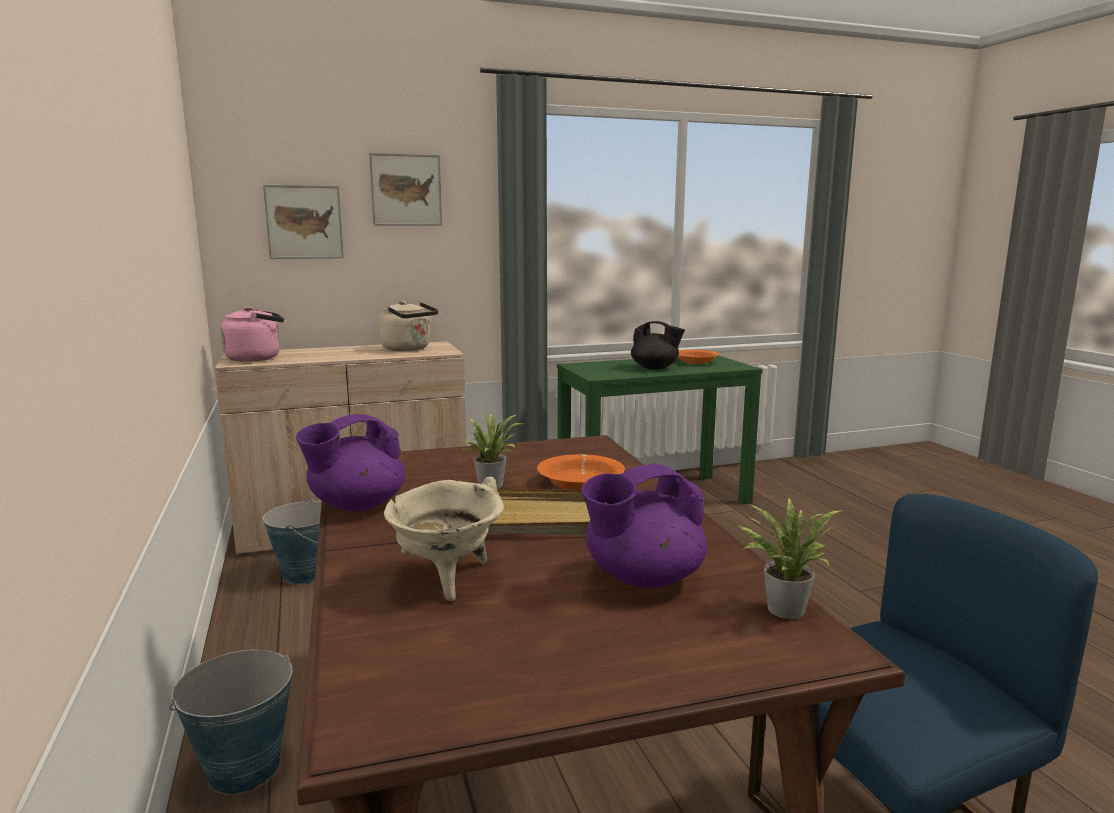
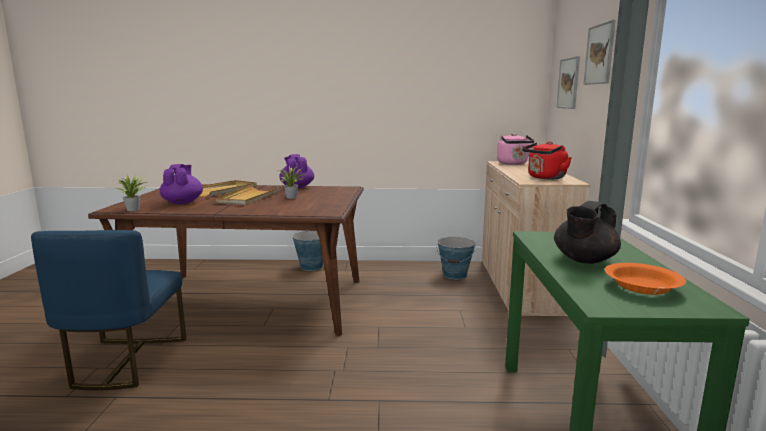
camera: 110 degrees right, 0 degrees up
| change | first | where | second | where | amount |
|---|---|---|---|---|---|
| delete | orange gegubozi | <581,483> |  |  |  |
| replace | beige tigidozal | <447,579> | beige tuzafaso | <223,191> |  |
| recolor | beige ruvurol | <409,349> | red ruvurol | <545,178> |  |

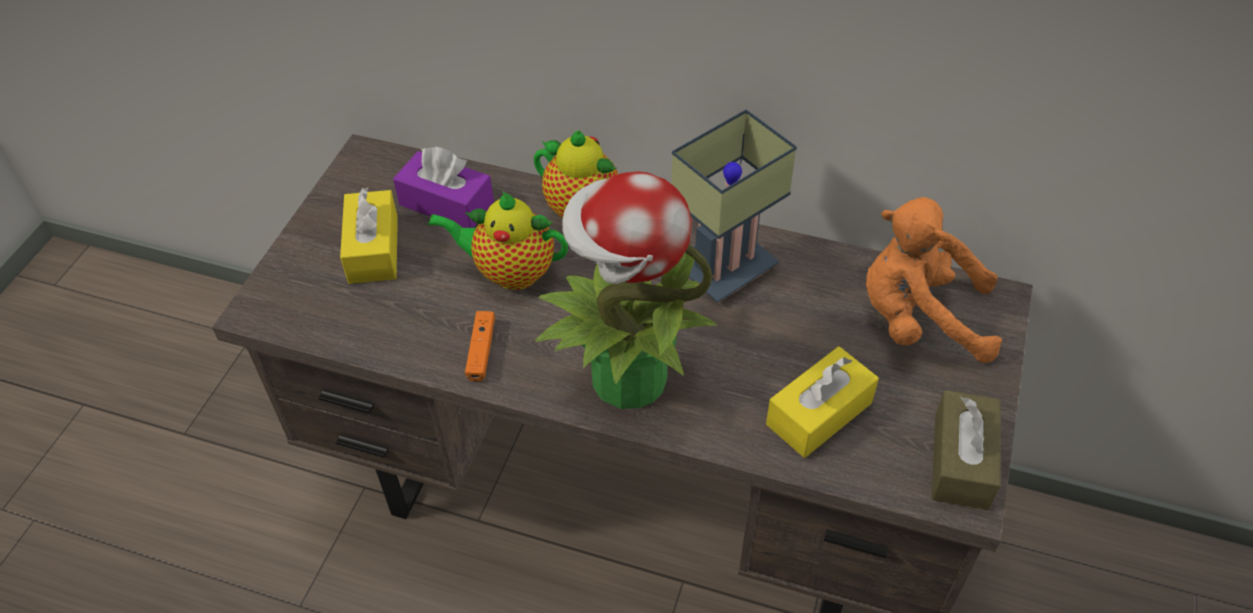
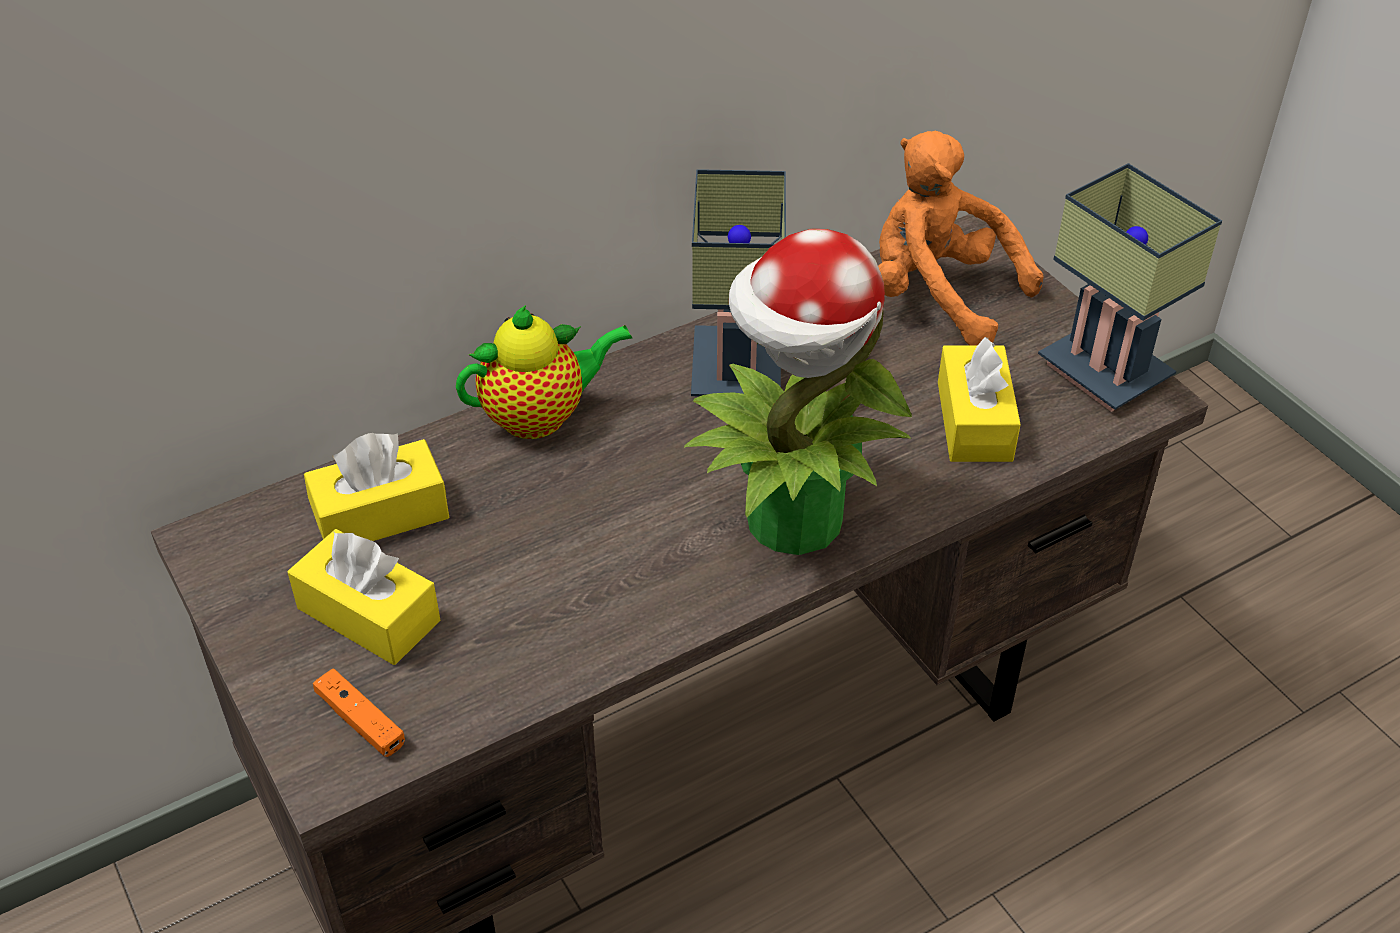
camera: 50 degrees left, 5 degrees down
| change | first | where | second | where | amount |
|---|---|---|---|---|---|
| delete | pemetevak | <509,272> |  |  |  |
| move | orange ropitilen | <481,351> |  | <360,721> |  |
| replace | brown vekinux | <961,461> | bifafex | <1111,373> |  |
| recolor | purple vekinux | <446,204> | yellow vekinux | <381,514> |  |
| rotate | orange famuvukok | <918,319> |  | <938,296> | 75 degrees clockwise |

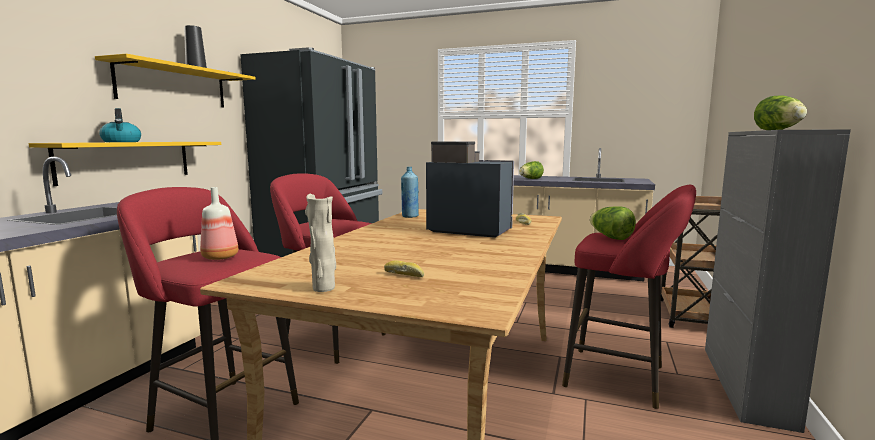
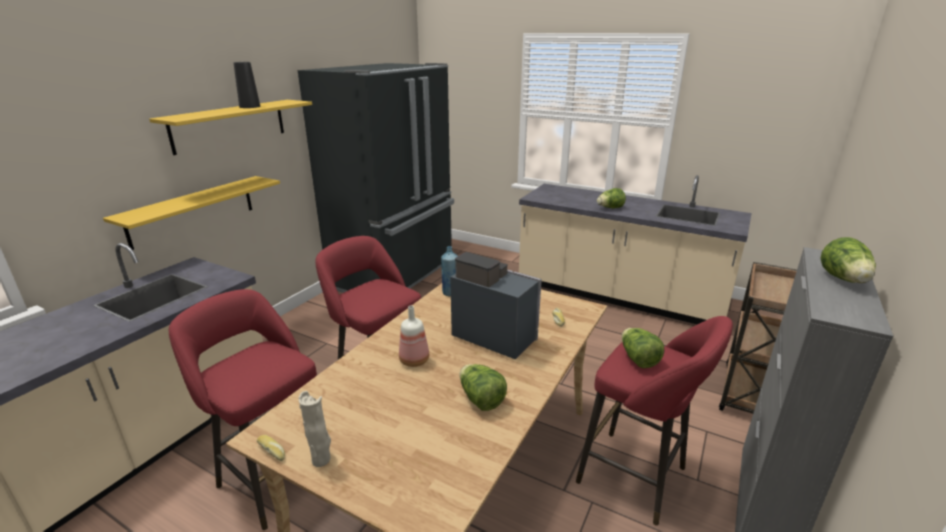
camera: 10 degrees right, 15 degrees up
| change | first | where | second | where | amount |
|---|---|---|---|---|---|
| delete | ruvurol | <121,142> |  |  |  |
| insert |  |  | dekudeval | <480,399> |  |
| move | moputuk | <221,257> |  | <415,360> |  |
| move | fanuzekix | <404,274> |  | <272,450> |  |

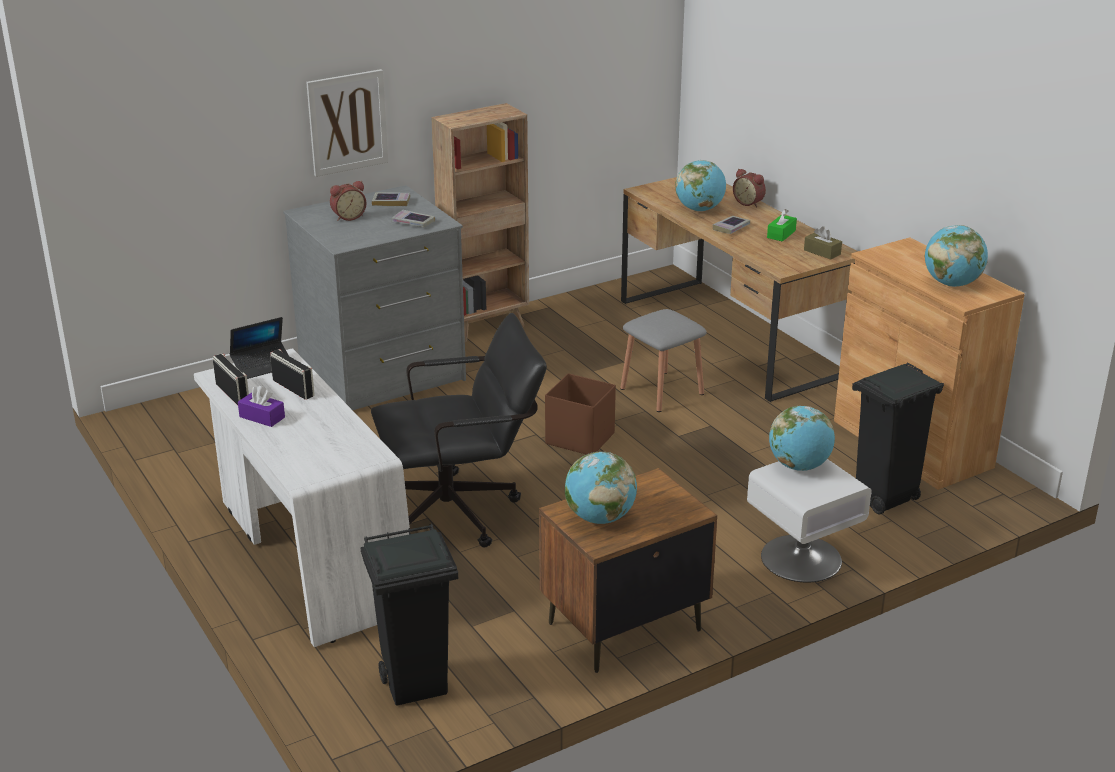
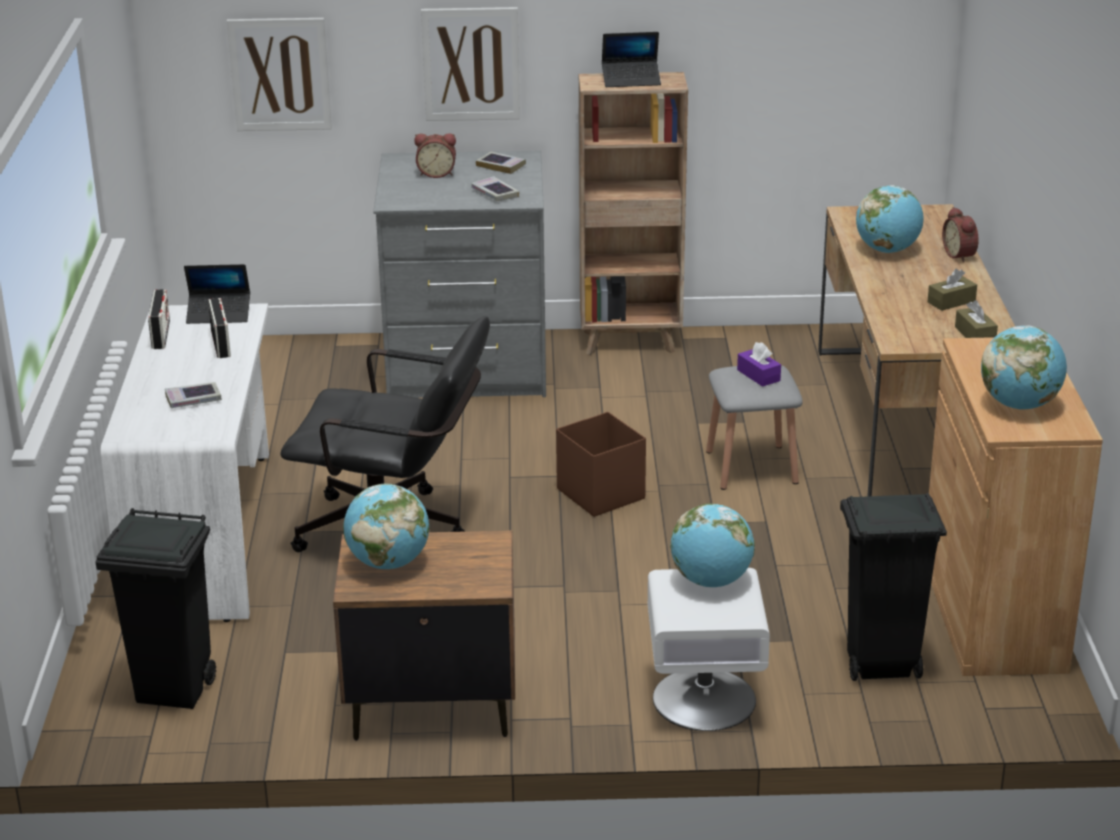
camera: 30 degrees right, 0 degrees up
| change | first | where | second | where | amount |
|---|---|---|---|---|---|
| insert |  |  | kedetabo | <280,74> |  |
| insert |  |  | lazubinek | <631,80> |  |
| move | purple vekinux | <262,417> |  | <758,375> |  |
| move | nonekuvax | <731,228> |  | <193,399> |  |
| recolor | green vekinux | <781,234> | brown vekinux | <951,302> |  |

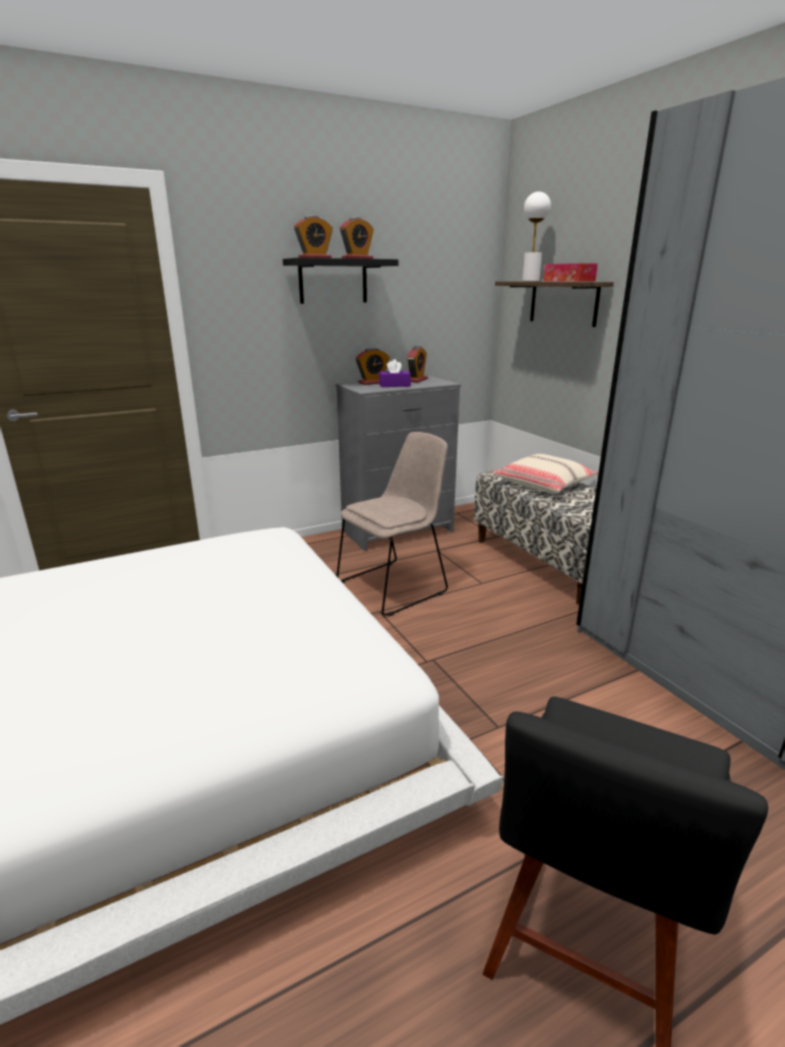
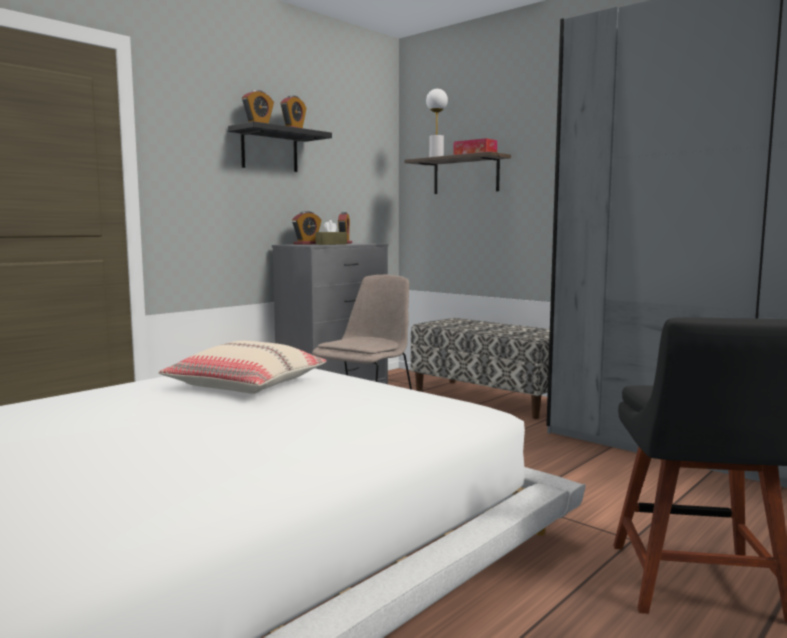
camera: 20 degrees left, 15 degrees down
| change | first | where | second | where | amount |
|---|---|---|---|---|---|
| move | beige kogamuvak | <543,484> |  | <246,384> |  |
| recolor | purple vekinux | <394,385> | brown vekinux | <331,244> |  |

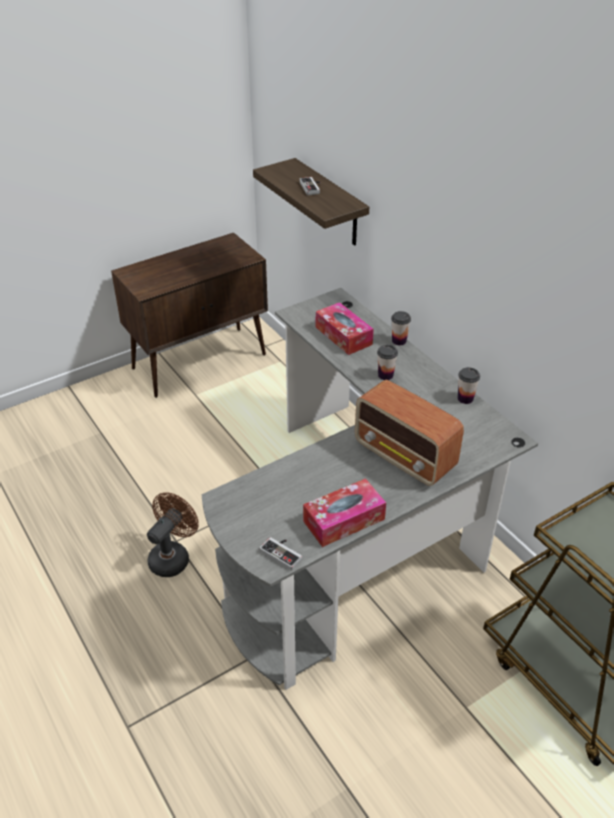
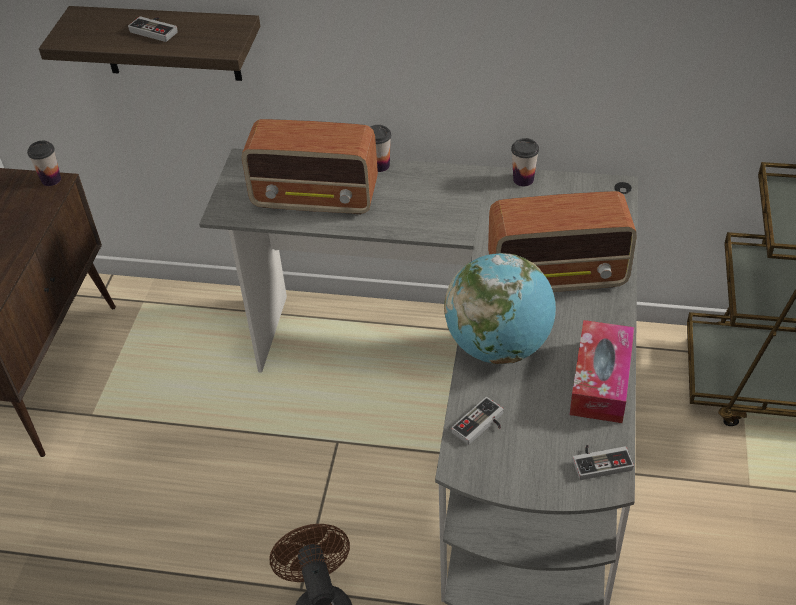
camera: 45 degrees left, 5 degrees up
| change | first | where | second | where | amount |
|---|---|---|---|---|---|
| insert |  |  | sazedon | <499,346> |  |
| insert |  |  | ropitilen | <481,426> |  |
| move | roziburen | <385,375> |  | <51,179> |  |
| replace | vekinux | <343,336> | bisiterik | <316,198> |  |

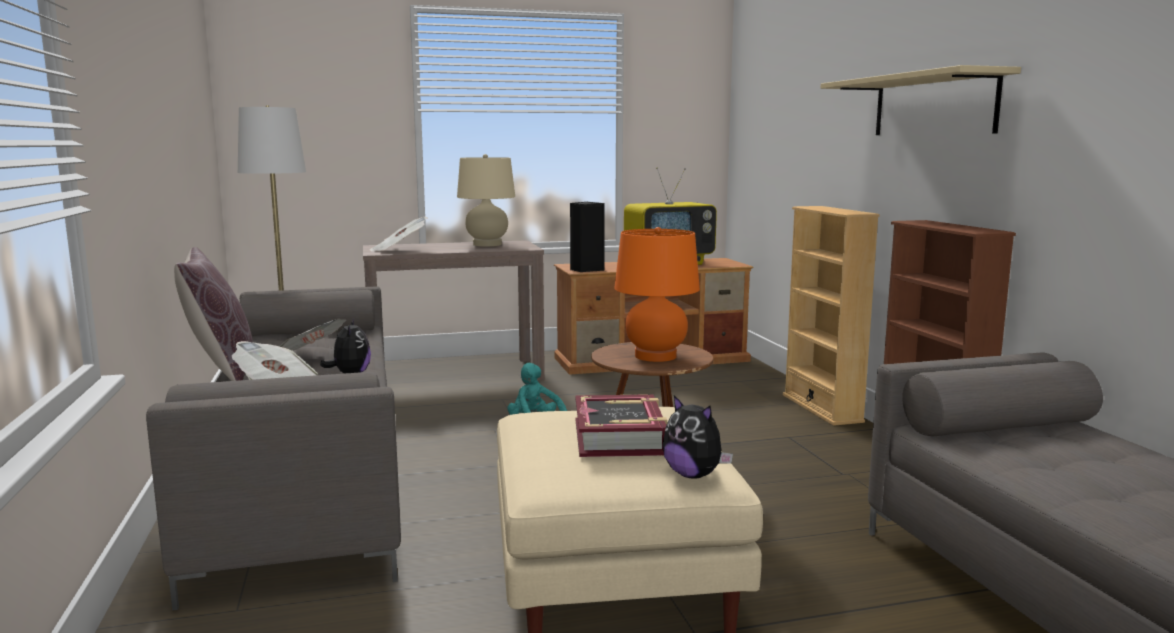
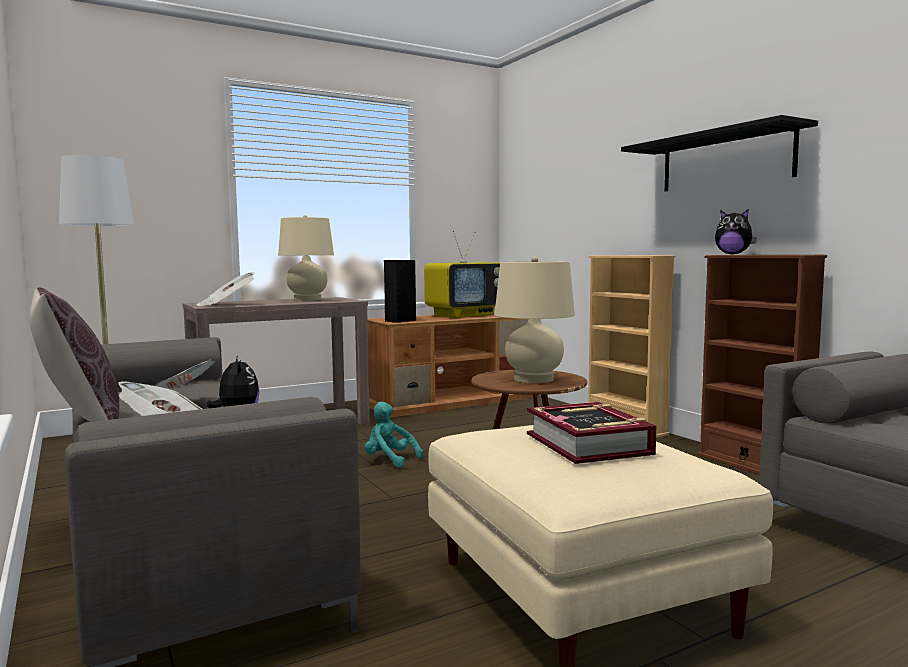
camera: 15 degrees left, 5 degrees down
| change | first | where | second | where | amount |
|---|---|---|---|---|---|
| move | famuvukok | <694,475> |  | <733,254> |  |
| recolor | orange bifafex | <655,356> | beige bifafex | <533,379> |  |
| recolor | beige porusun | <933,105> | black porusun | <725,161> |  |

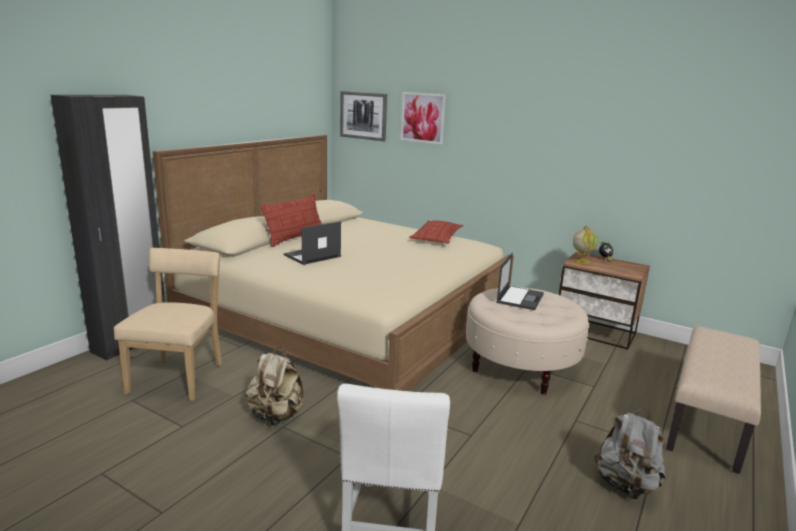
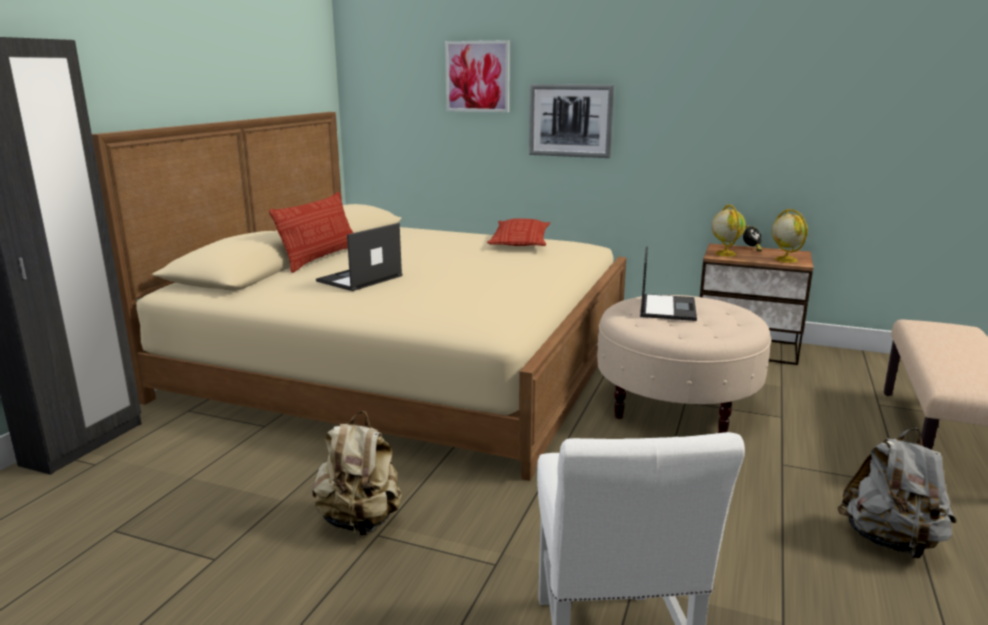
camera: 10 degrees left, 0 degrees up
| change | first | where | second | where | amount |
|---|---|---|---|---|---|
| delete | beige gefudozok | <179,376> |  |  |  |
| insert |  |  | sazedon | <785,260> |  |
| move | kedetabo | <363,115> |  | <570,120> |  |

